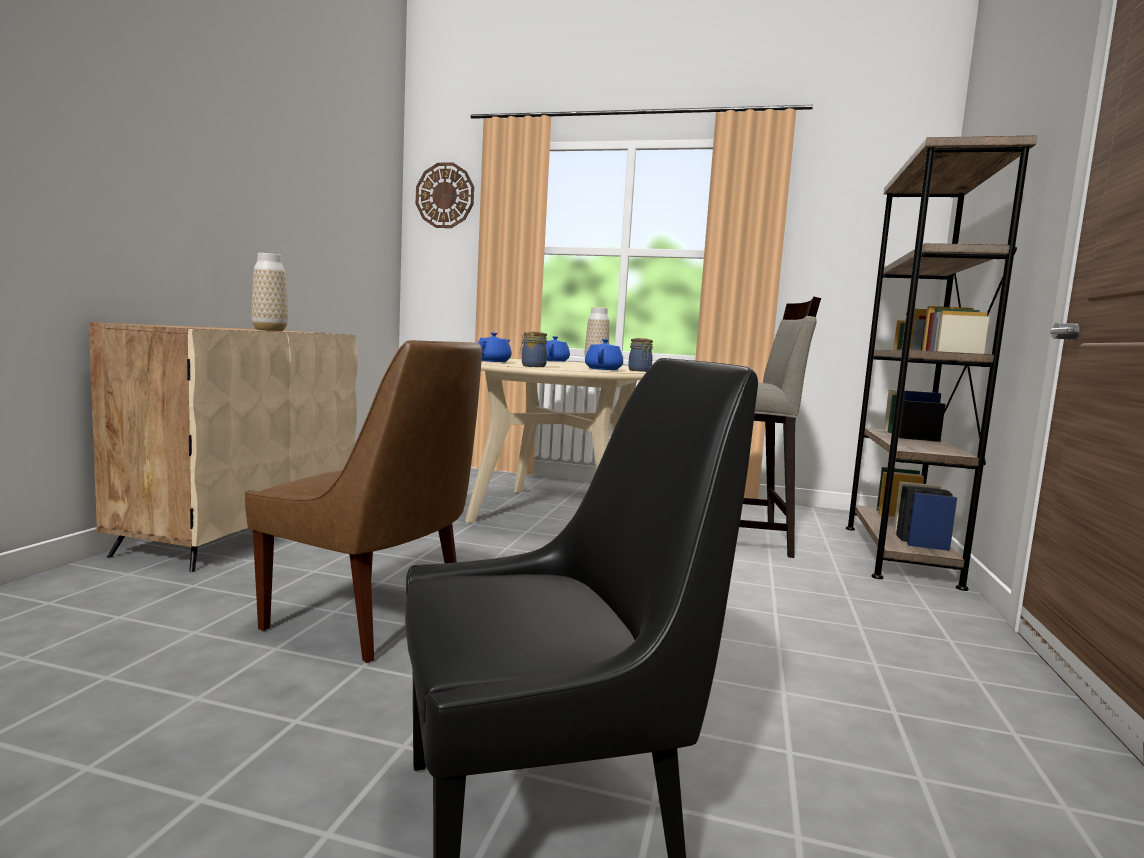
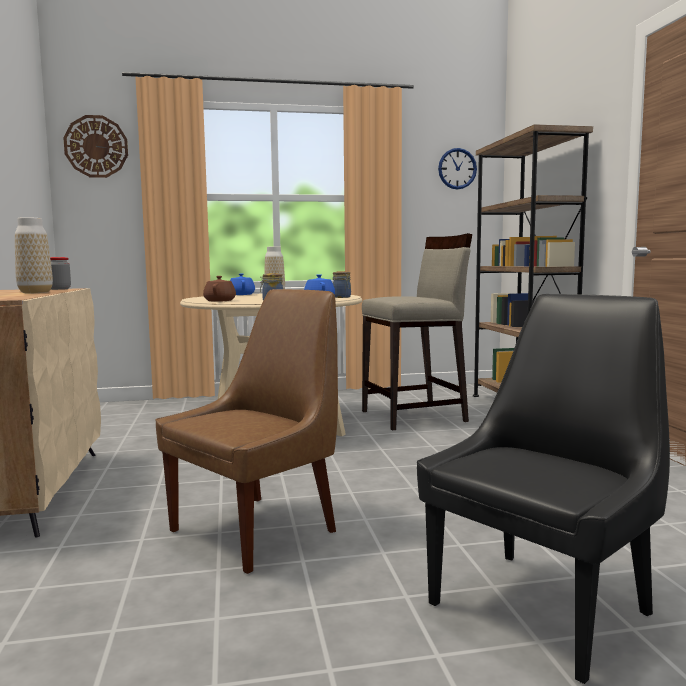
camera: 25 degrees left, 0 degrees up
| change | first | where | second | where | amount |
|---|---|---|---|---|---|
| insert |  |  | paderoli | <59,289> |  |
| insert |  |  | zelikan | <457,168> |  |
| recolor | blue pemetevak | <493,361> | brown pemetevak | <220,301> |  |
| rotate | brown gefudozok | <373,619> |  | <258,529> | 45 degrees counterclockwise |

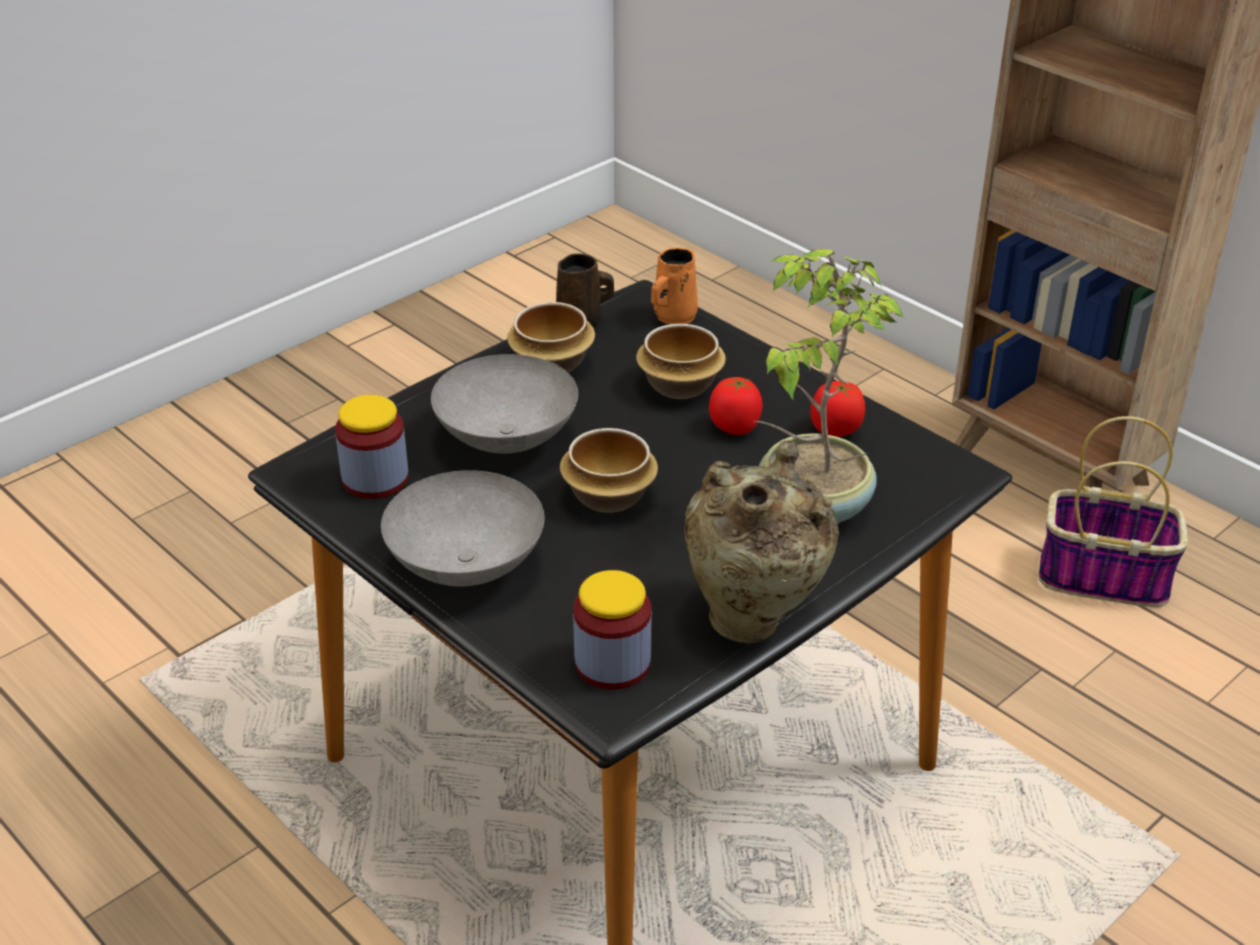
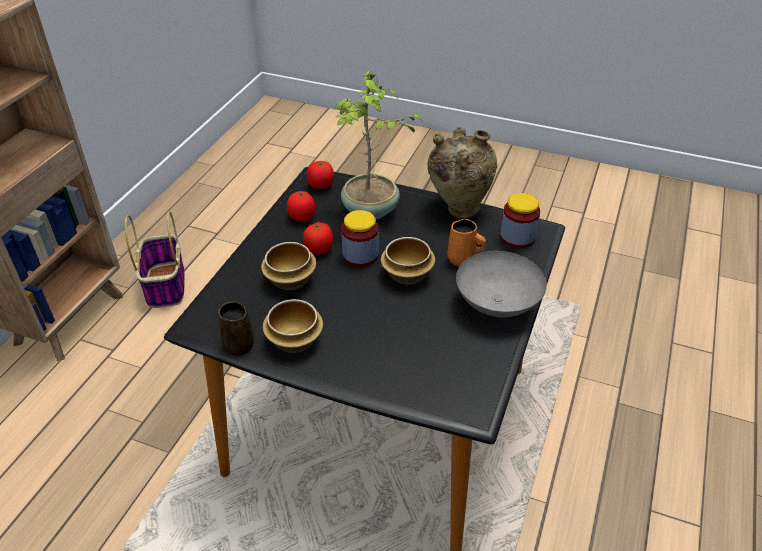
camera: 115 degrees left, 5 degrees up
| change | first | where | second | where | amount |
|---|---|---|---|---|---|
| delete | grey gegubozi | <505,438> |  |  |  |
| insert |  |  | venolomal | <321,186> |  |
| move | paderoli | <375,479> |  | <360,255> |  |
| move | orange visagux | <673,317> |  | <463,260> |  |

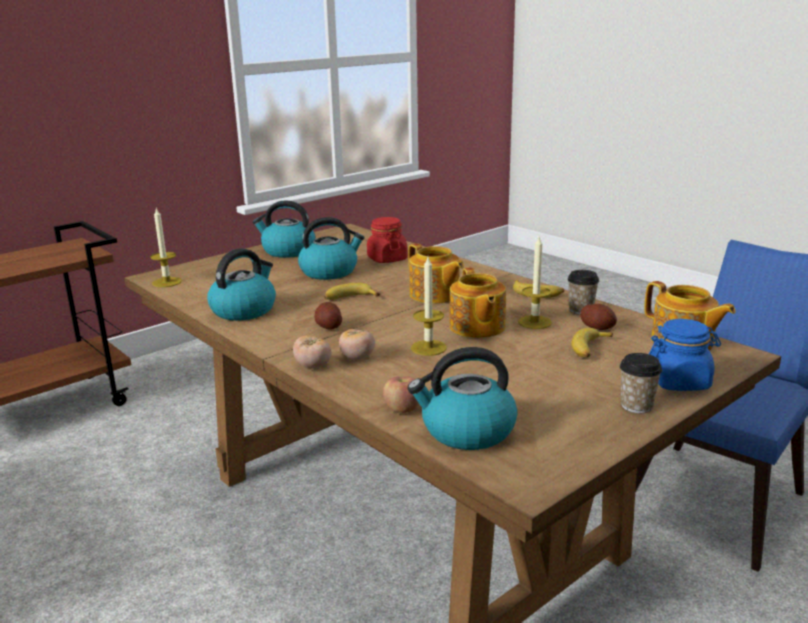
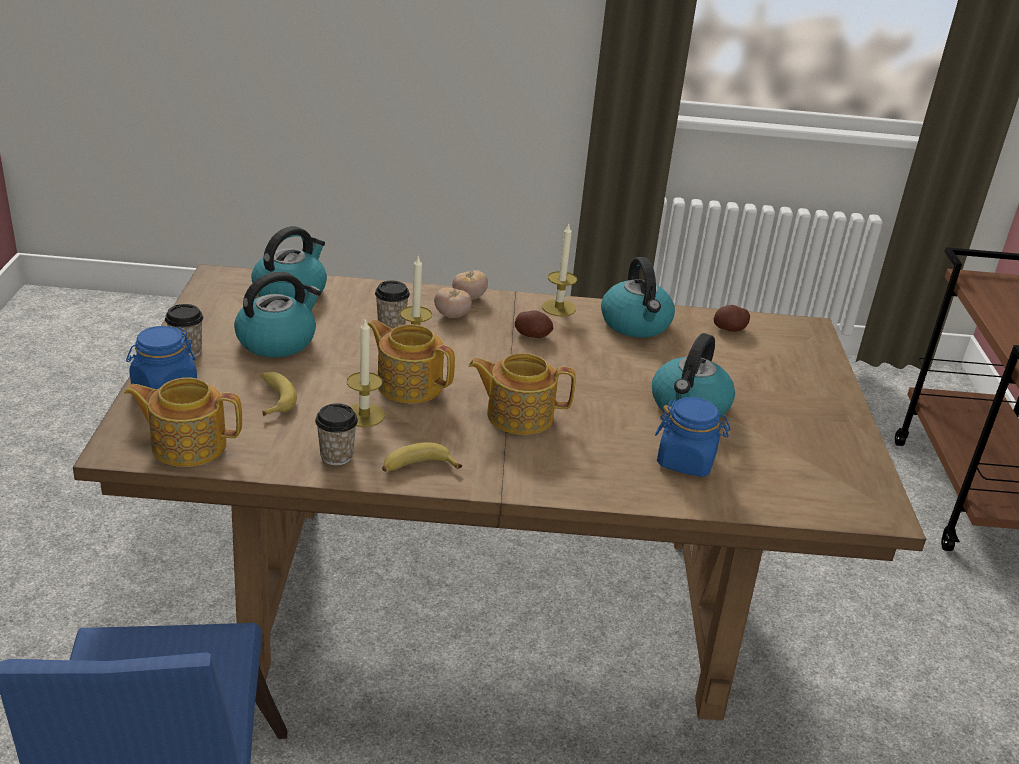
camera: 130 degrees right, 10 degrees up
| change | first | where | second | where | amount |
|---|---|---|---|---|---|
| delete | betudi | <349,298> |  |  |  |
| delete | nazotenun | <403,409> |  |  |  |
| insert |  |  | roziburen | <391,325> |  |
| move | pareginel | <167,282> |  | <559,308> |  |
| move | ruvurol | <287,251> |  | <277,341> |  |
| move | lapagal | <597,328> |  | <729,329> |  |
| recolor | red paderoli | <387,259> | blue paderoli | <686,461> |  |

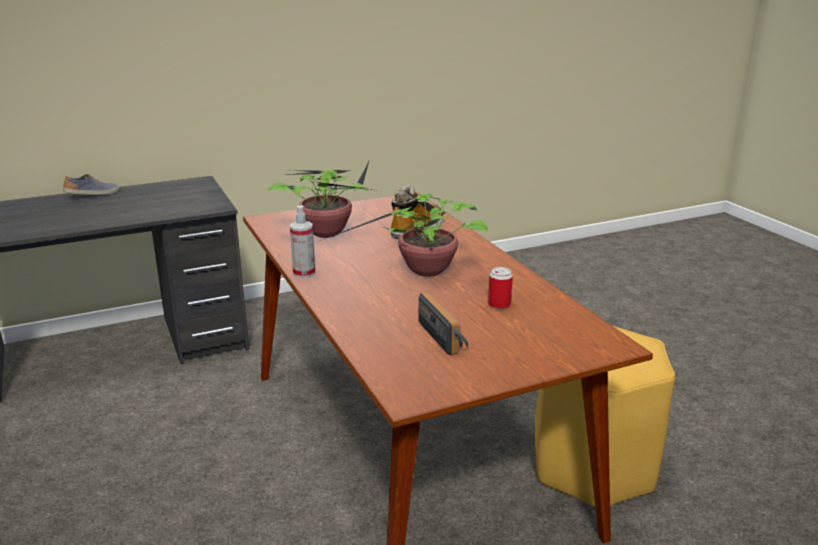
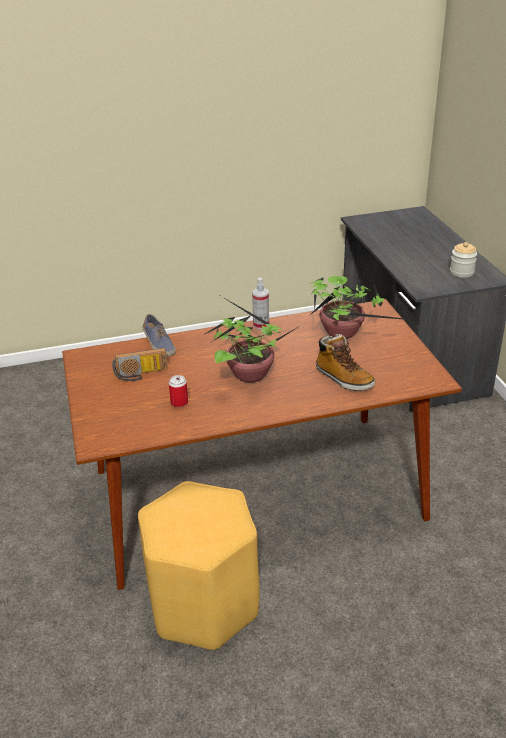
camera: 100 degrees right, 10 degrees up
| change | first | where | second | where | amount |
|---|---|---|---|---|---|
| insert |  |  | paderoli | <461,272> |  |
| move | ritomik | <93,195> |  | <158,344> |  |

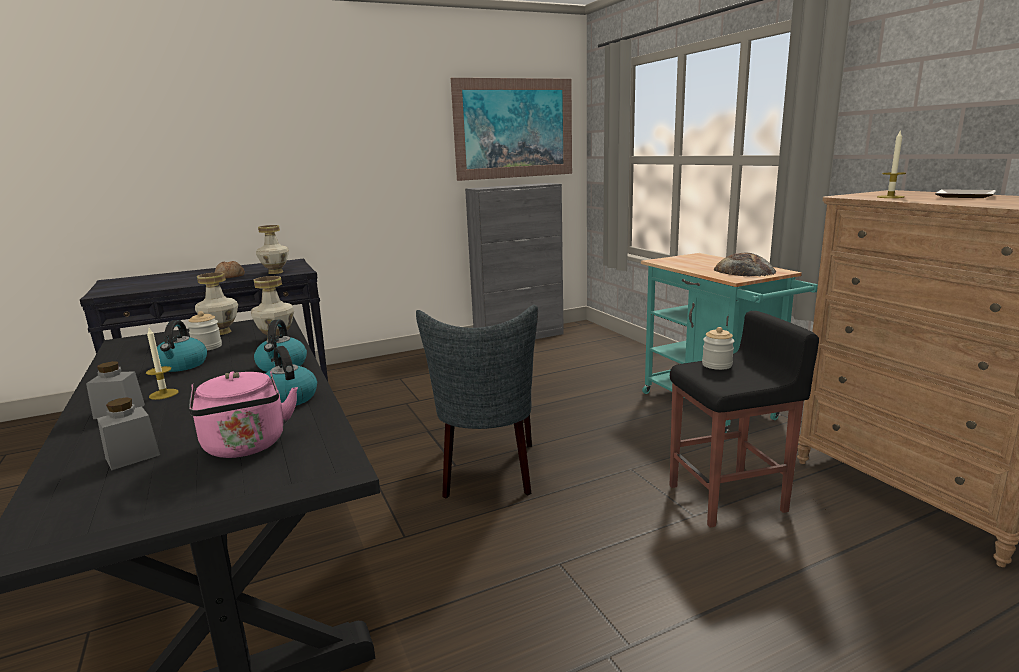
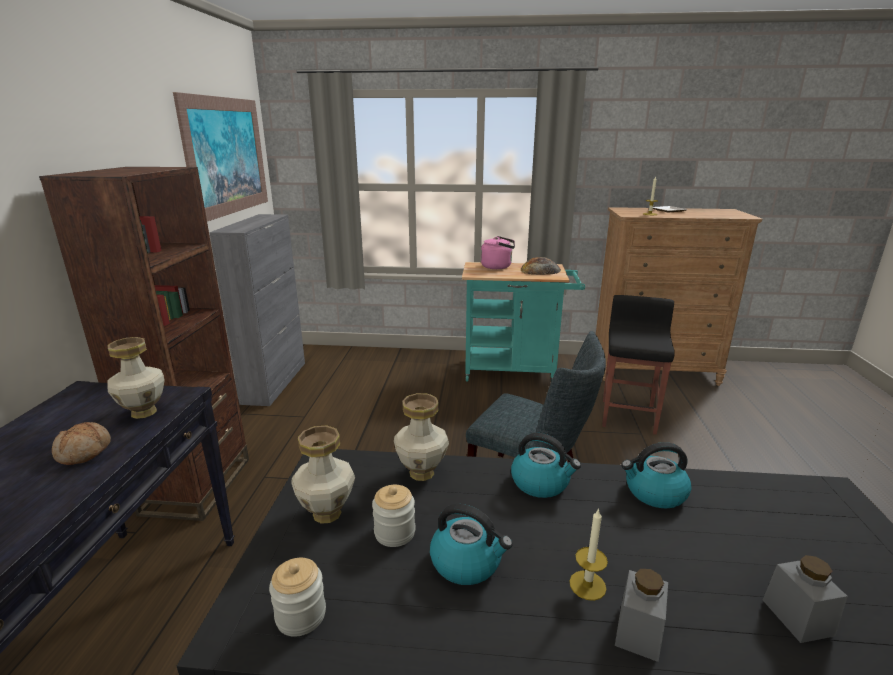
camera: 60 degrees left, 5 degrees up
| change | first | where | second | where | amount |
|---|---|---|---|---|---|
| insert |  |  | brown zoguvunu | <197,485> |  |
| move | pink ruvurol | <246,447> |  | <498,267> |  |
| move | paderoli | <717,365> |  | <301,615> |  |

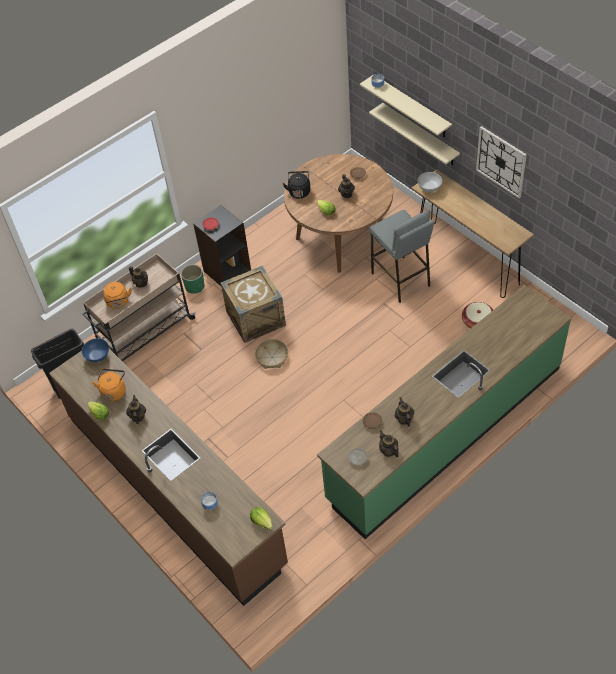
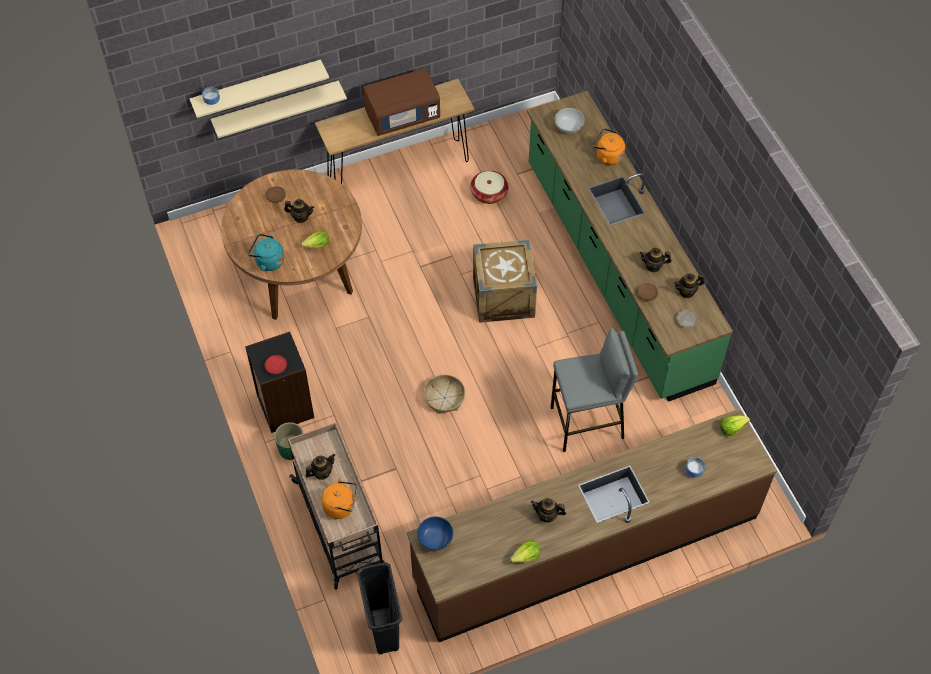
camera: 75 degrees left, 5 degrees up
| change | first | where | second | where | amount |
|---|---|---|---|---|---|
| delete | zelikan | <501,161> |  |  |  |
| insert |  |  | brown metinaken | <402,116> |  |
| move | orange ruvurol | <113,391> |  | <607,156> |  |
| move | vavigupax | <255,318> |  | <503,297> |  |
| move | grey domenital | <401,279> |  | <587,424> |  |
| move | white gegubozi | <429,188> |  | <568,128> |  |
| recolor | black ruvurol | <299,191> | turquoise ruvurol | <268,261> |  |

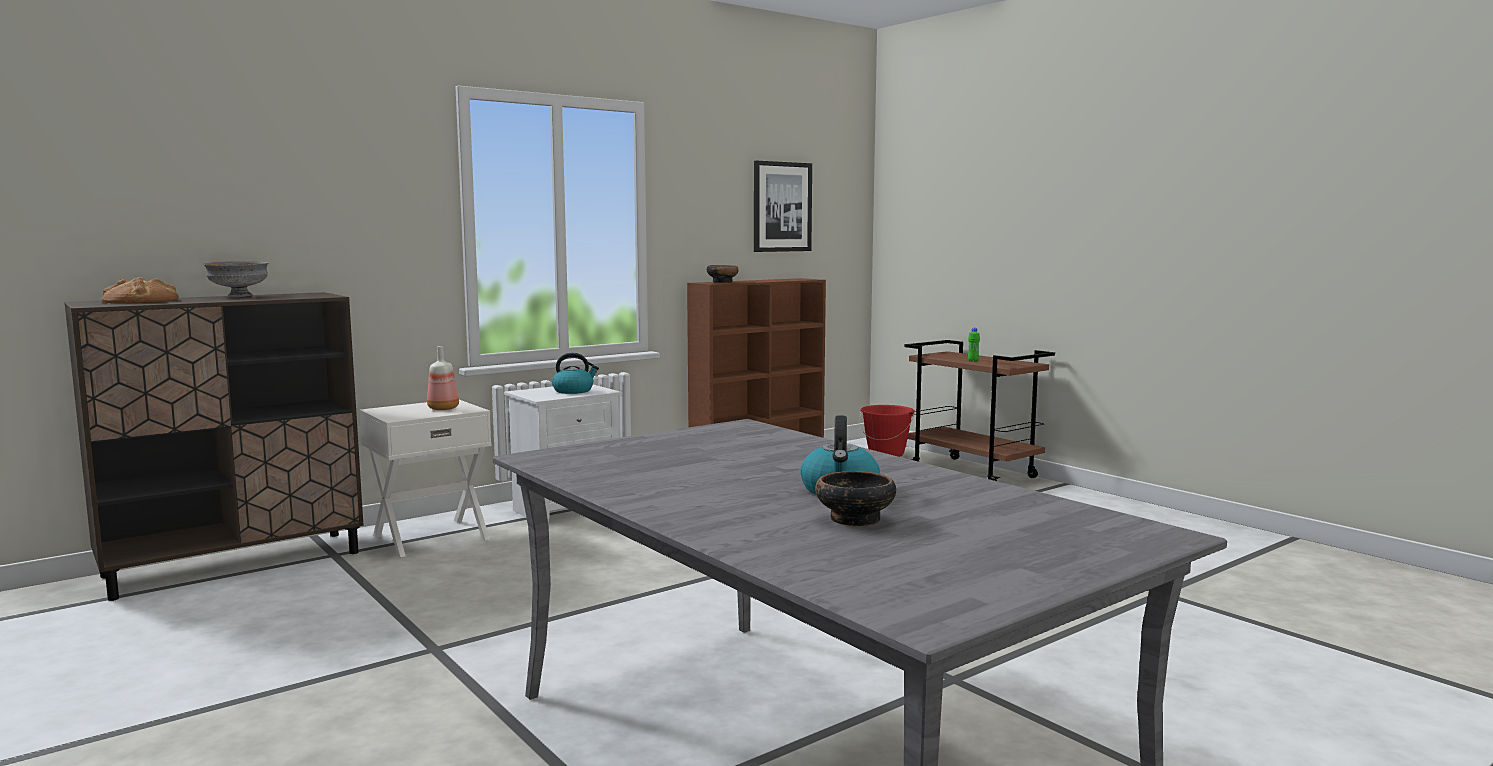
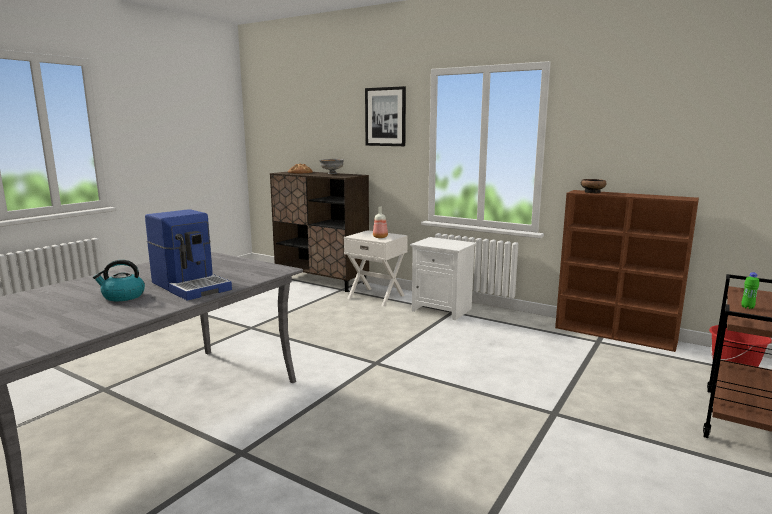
camera: 70 degrees right, 5 degrees up
| change | first | where | second | where | amount |
|---|---|---|---|---|---|
| delete | ruvurol | <574,391> |  |  |  |
| delete | gegubozi | <854,519> |  |  |  |
| insert |  |  | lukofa | <191,286> |  |
| move | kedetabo | <782,207> |  | <385,117> |  |

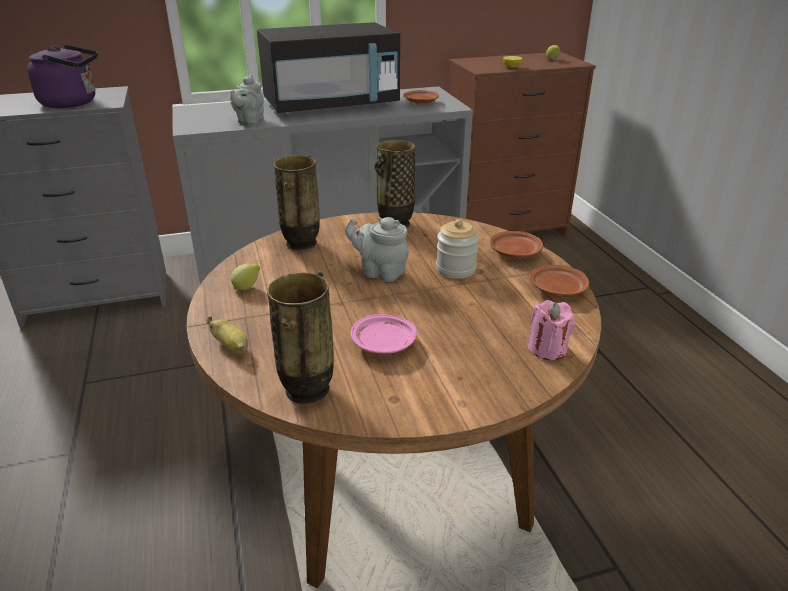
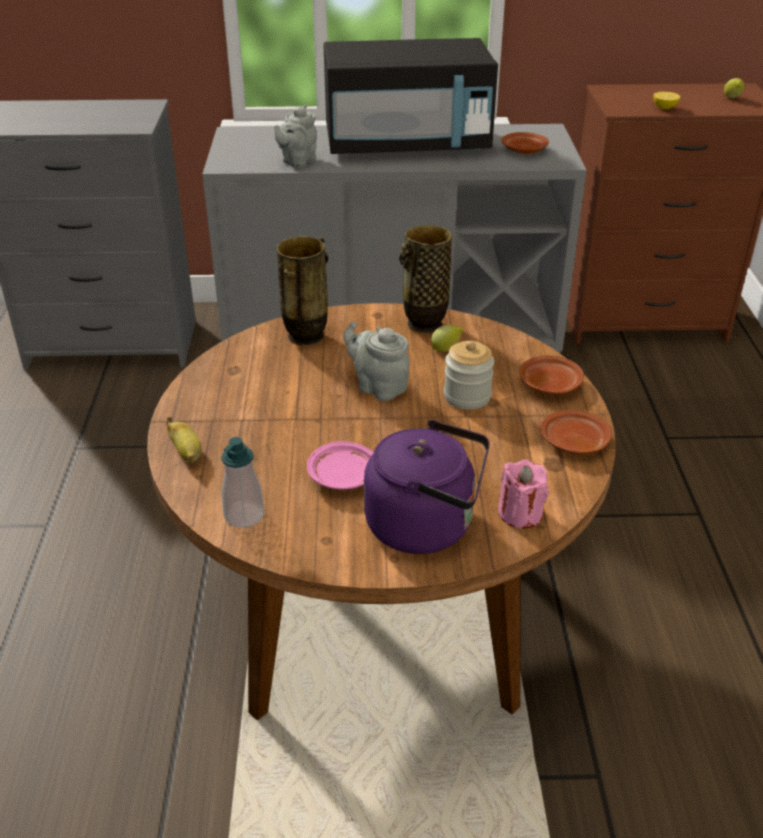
camera: 15 degrees right, 5 degrees up
| change | first | where | second | where | amount |
|---|---|---|---|---|---|
| move | purple ruvurol | <73,103> |  | <426,525> |  |
| move | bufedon | <247,288> |  | <446,349> |  |
| replace | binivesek | <308,391> | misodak | <244,515> |  |

